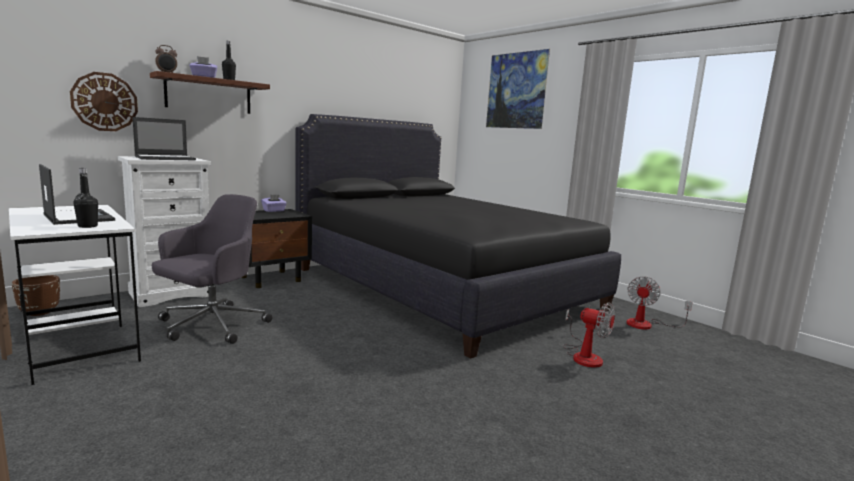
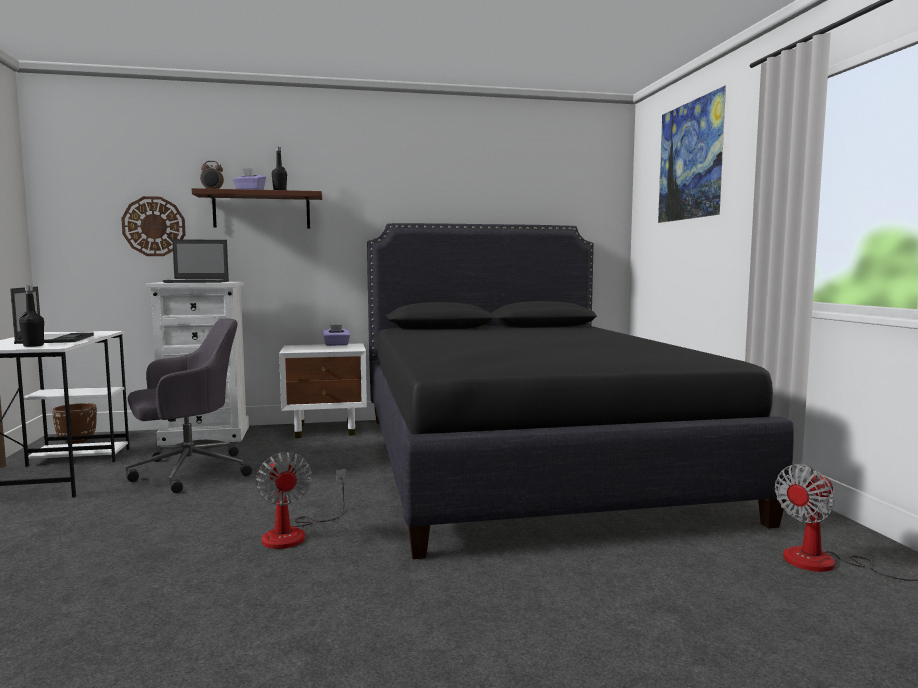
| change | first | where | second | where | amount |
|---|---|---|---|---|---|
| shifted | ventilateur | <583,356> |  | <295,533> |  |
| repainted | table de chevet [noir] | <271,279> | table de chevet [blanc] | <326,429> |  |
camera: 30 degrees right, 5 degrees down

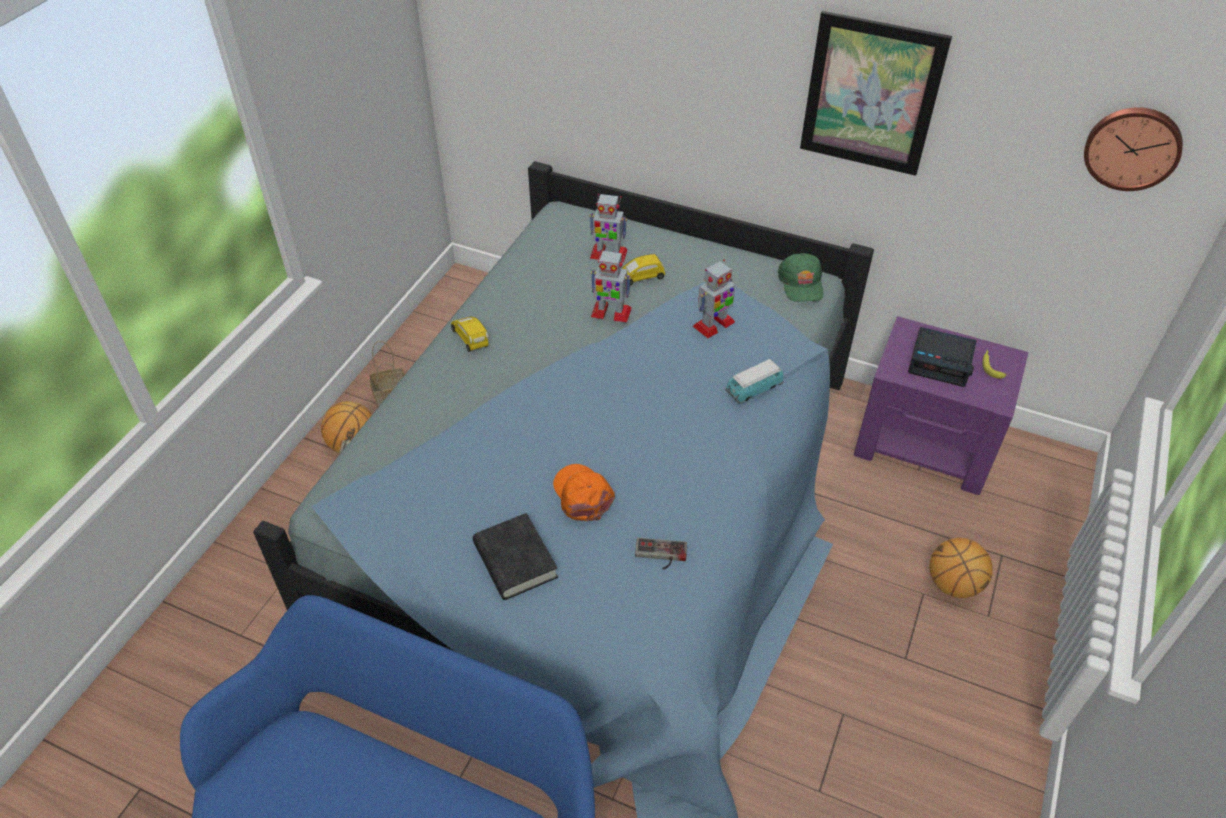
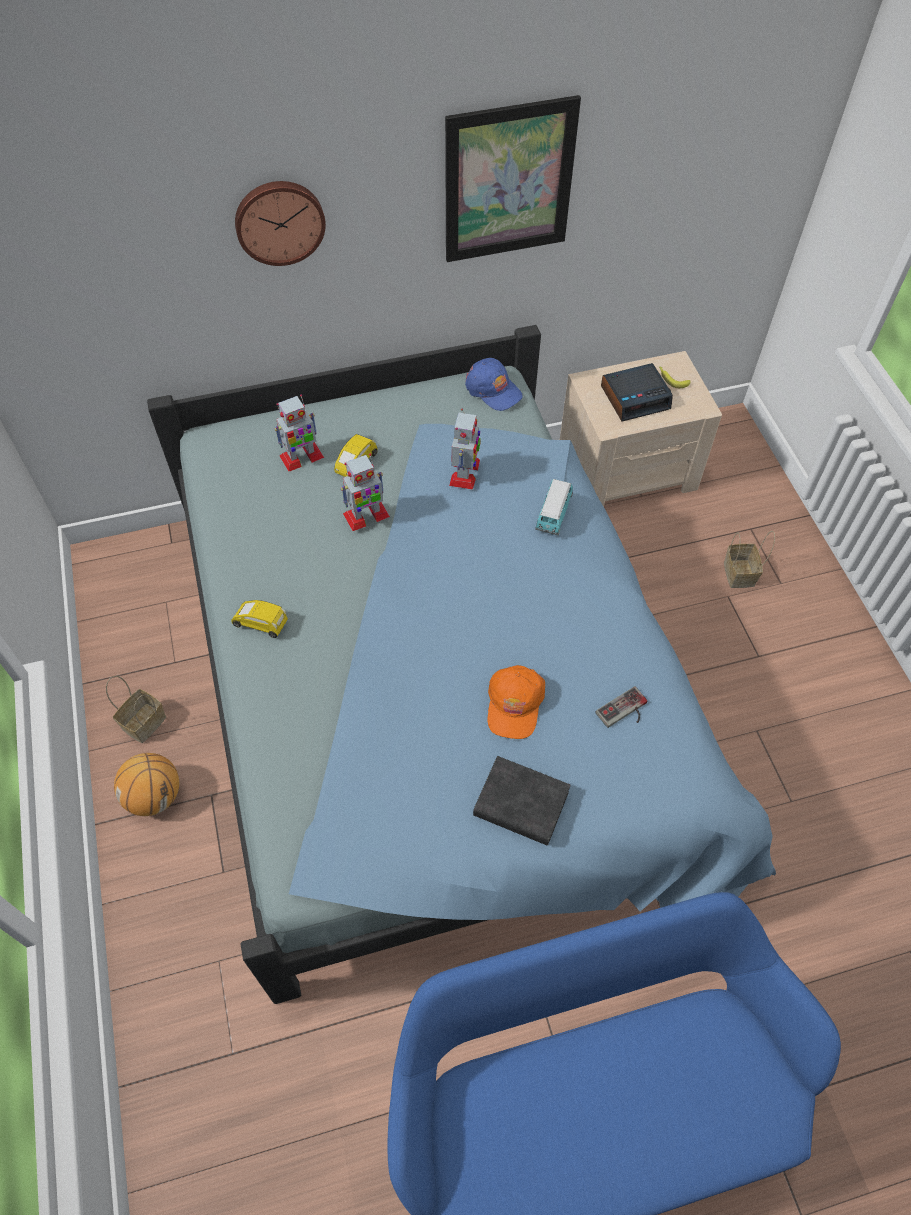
| change | first | where | second | where | amount |
|---|---|---|---|---|---|
| shifted | horloge murale | <1132,147> |  | <279,221> |  |
| swapped | ballon de basket | <953,584> | panier | <740,574> |  |
| repainted | casquette [vert] | <801,283> | casquette [bleu] | <493,389> |  |
| repainted | table de chevet [violet] | <926,443> | table de chevet [beige] | <628,469> |  |
| rotated | casquette [orange] | <582,495> |  | <514,704> | 105 degrees counterclockwise |
camera: 40 degrees left, 10 degrees up

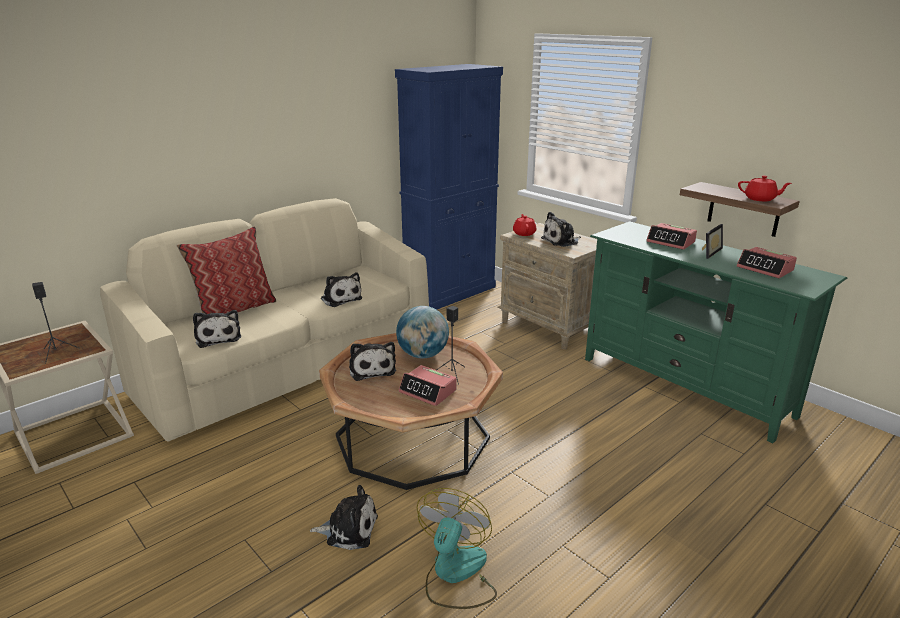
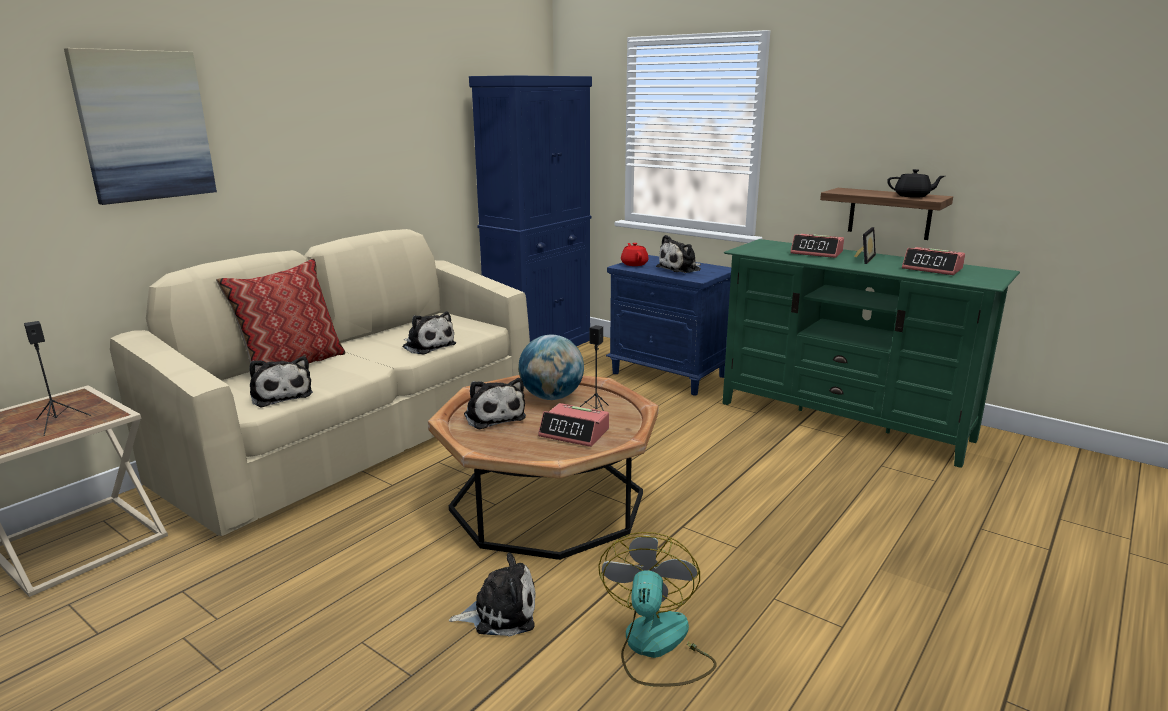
| change | first | where | second | where | amount |
|---|---|---|---|---|---|
| new |  |  | tableau | <144,126> |  |
| repainted | table de chevet [beige] | <550,327> | table de chevet [bleu] | <670,375> |  |
| repainted | théière [rouge] | <760,199> | théière [noir] | <913,196> |  |
camera: 10 degrees left, 5 degrees down

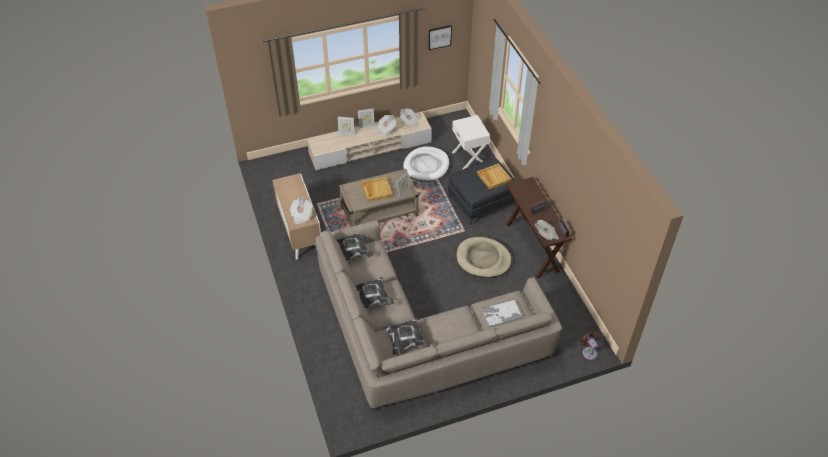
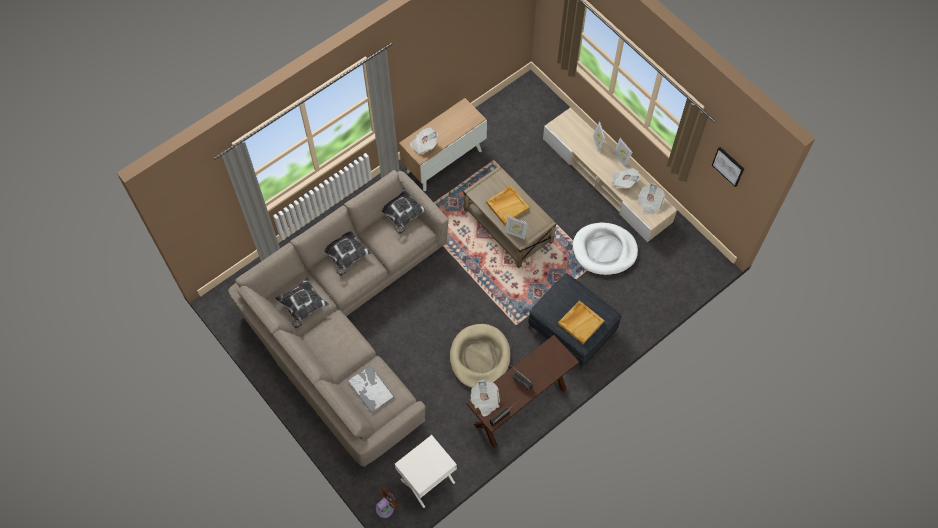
| change | first | where | second | where | amount |
|---|---|---|---|---|---|
| shifted | table de chevet [blanc] | <469,158> |  | <428,481> |  |
camera: 70 degrees right, 15 degrees up

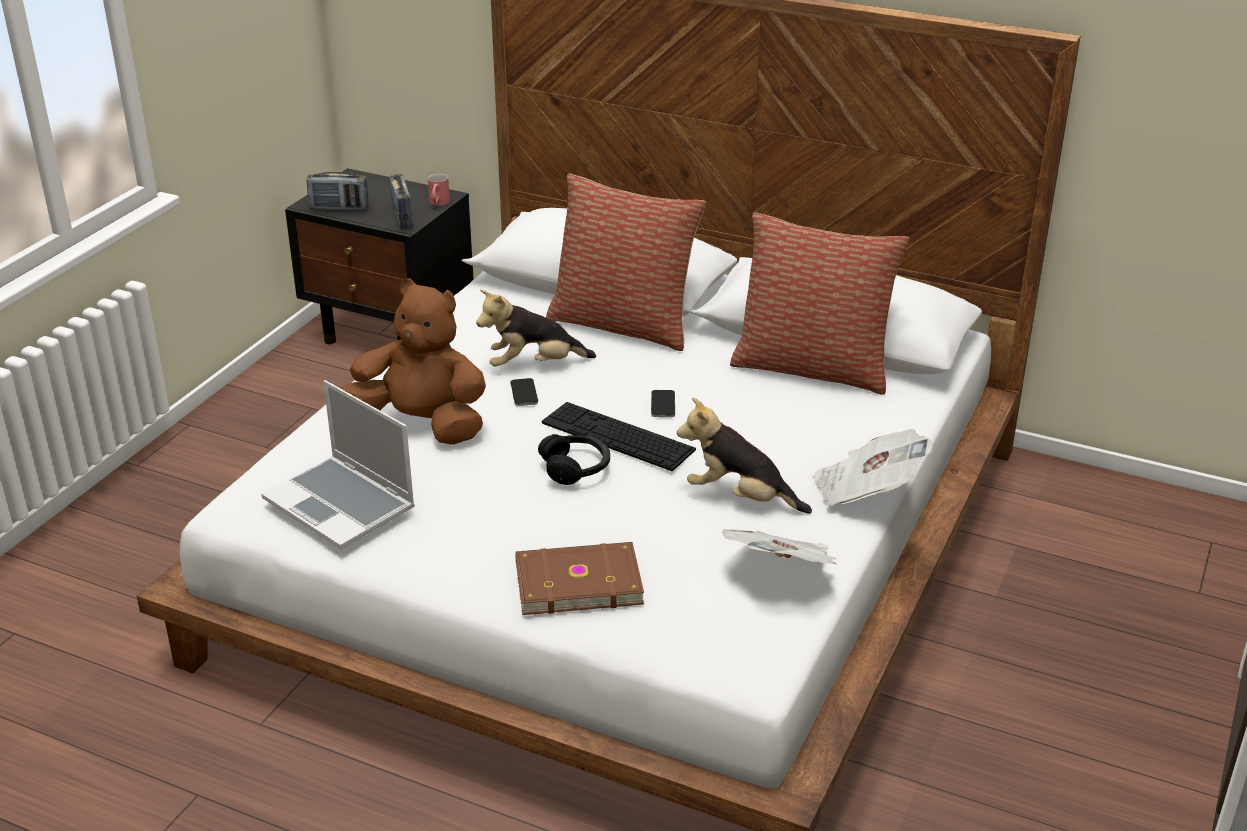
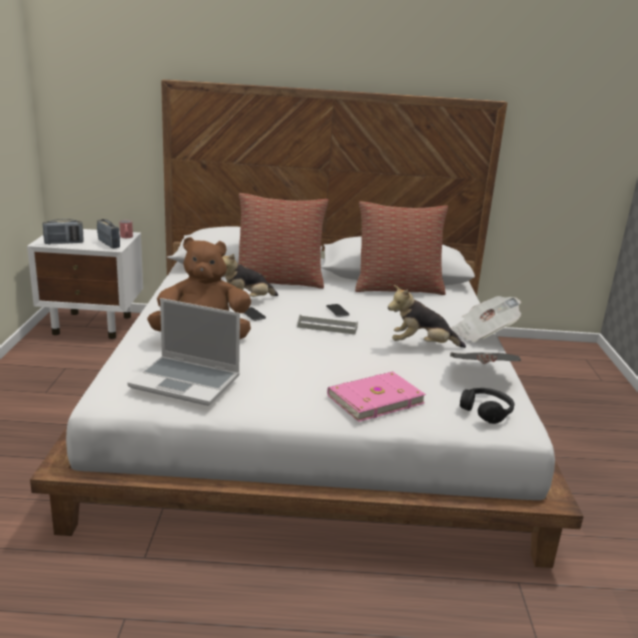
| change | first | where | second | where | amount |
|---|---|---|---|---|---|
| shifted | casque audio [noir] | <576,468> |  | <486,411> |  |
| swapped | clavier | <617,436> | plateau [gris] | <327,327> |  |
| repainted | table de chevet [noir] | <392,332> | table de chevet [blanc] | <94,325> |  |
| repainted | livre [marron] | <577,581> | livre [rose] | <374,399> |  |
camera: 25 degrees left, 10 degrees down

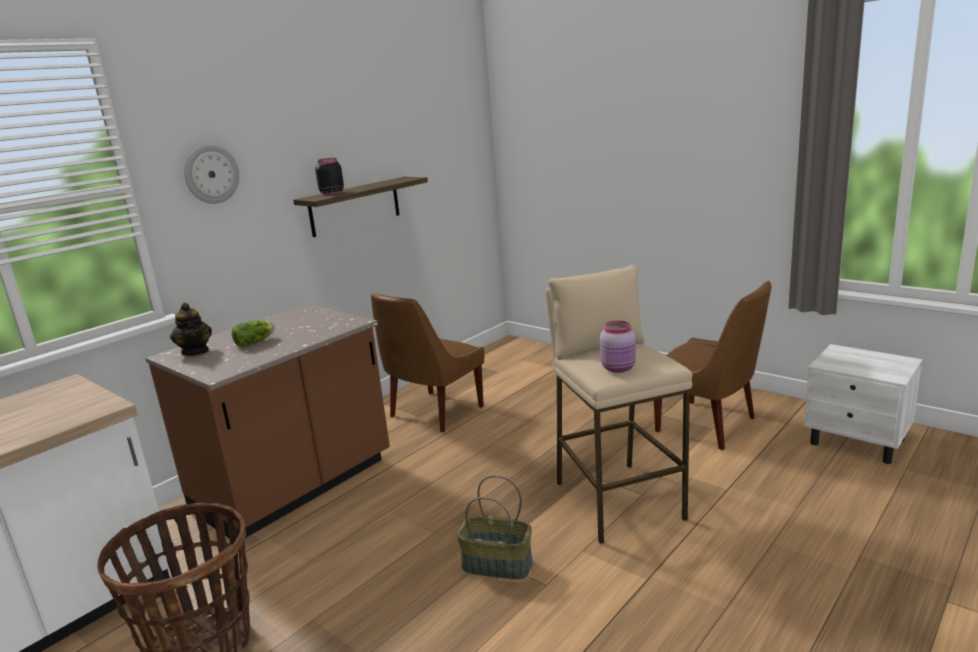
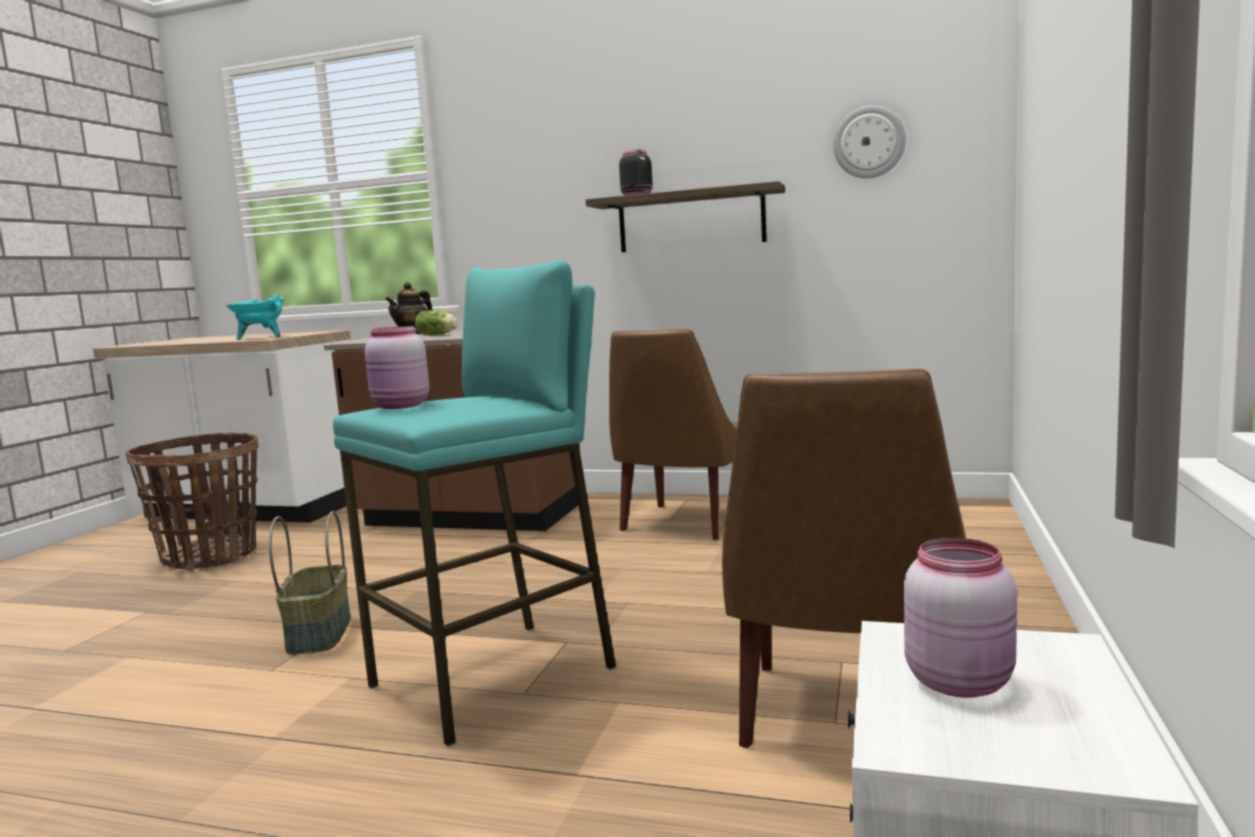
| change | first | where | second | where | amount |
|---|---|---|---|---|---|
| new |  |  | marmite [turquoise] | <261,338> |  |
| new |  |  | bocal [rose] | <960,681> |  |
| shifted | horloge murale | <211,174> |  | <869,142> |  |
| repainted | tabouret [beige] | <618,500> | tabouret [turquoise] | <496,677> |  |
| rotated | chaise [marron] | <434,413> |  | <684,523> | 75 degrees counterclockwise |
camera: 65 degrees right, 10 degrees down

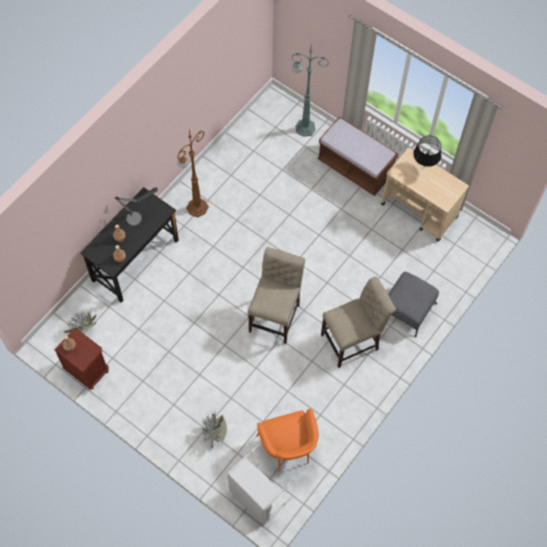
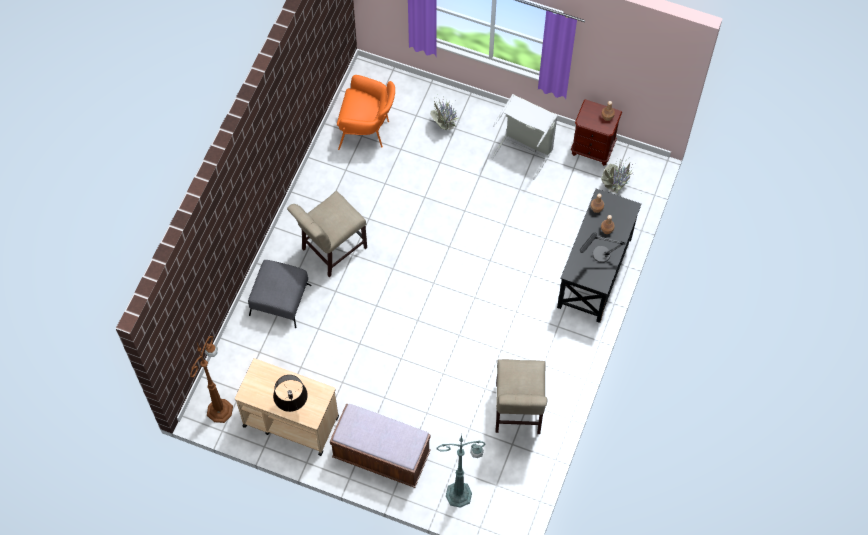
| change | first | where | second | where | amount |
|---|---|---|---|---|---|
| shifted | lampadaire [marron] | <196,208> |  | <220,409> |  |
| shifted | panier à linge [gris] | <256,498> |  | <525,149> |  |
| shifted | chaise [beige] | <276,315> |  | <517,412> |  |
| rotated | fauteuil [orange] | <288,450> |  | <367,131> | 135 degrees clockwise |
camera: 165 degrees right, 0 degrees up

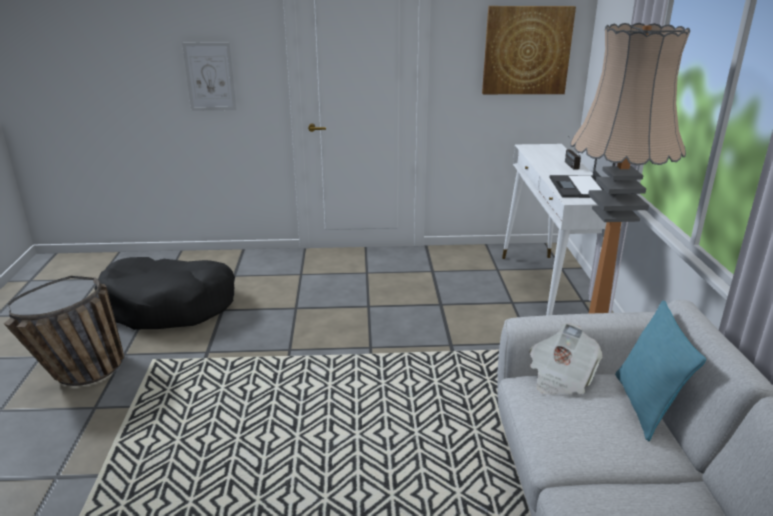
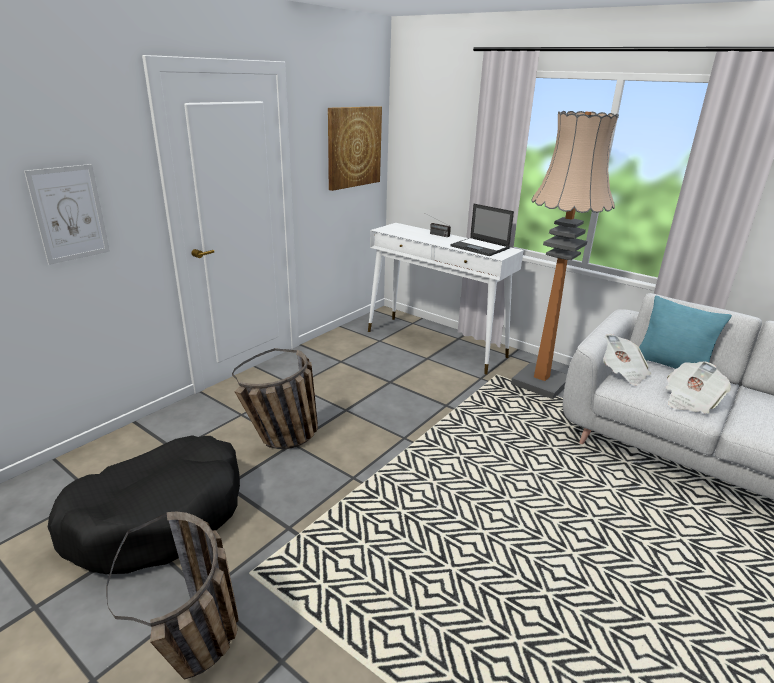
| change | first | where | second | where | amount |
|---|---|---|---|---|---|
| new |  |  | panier | <284,441> |  |
| new |  |  | journal | <690,400> |  |
camera: 50 degrees left, 0 degrees up

